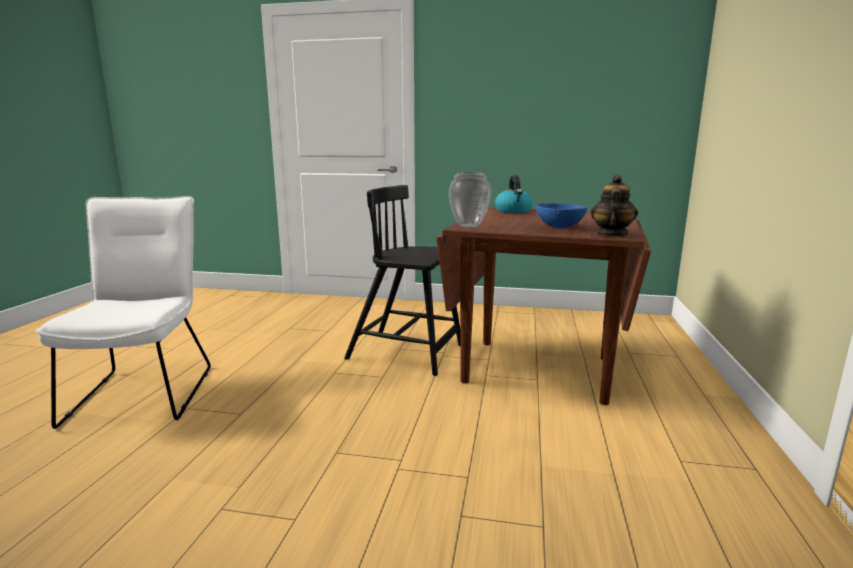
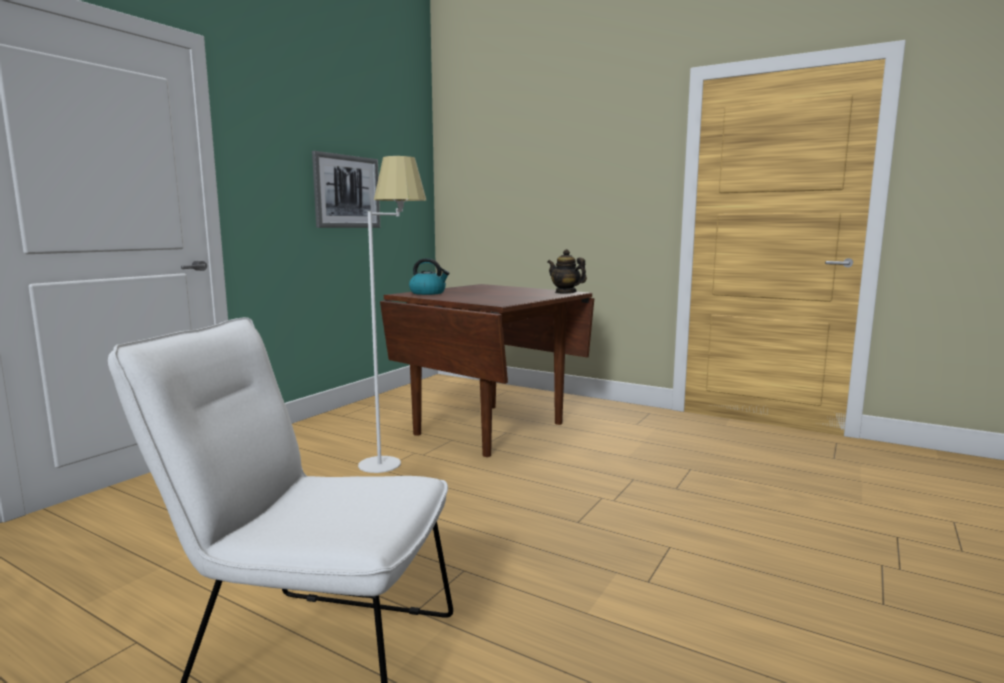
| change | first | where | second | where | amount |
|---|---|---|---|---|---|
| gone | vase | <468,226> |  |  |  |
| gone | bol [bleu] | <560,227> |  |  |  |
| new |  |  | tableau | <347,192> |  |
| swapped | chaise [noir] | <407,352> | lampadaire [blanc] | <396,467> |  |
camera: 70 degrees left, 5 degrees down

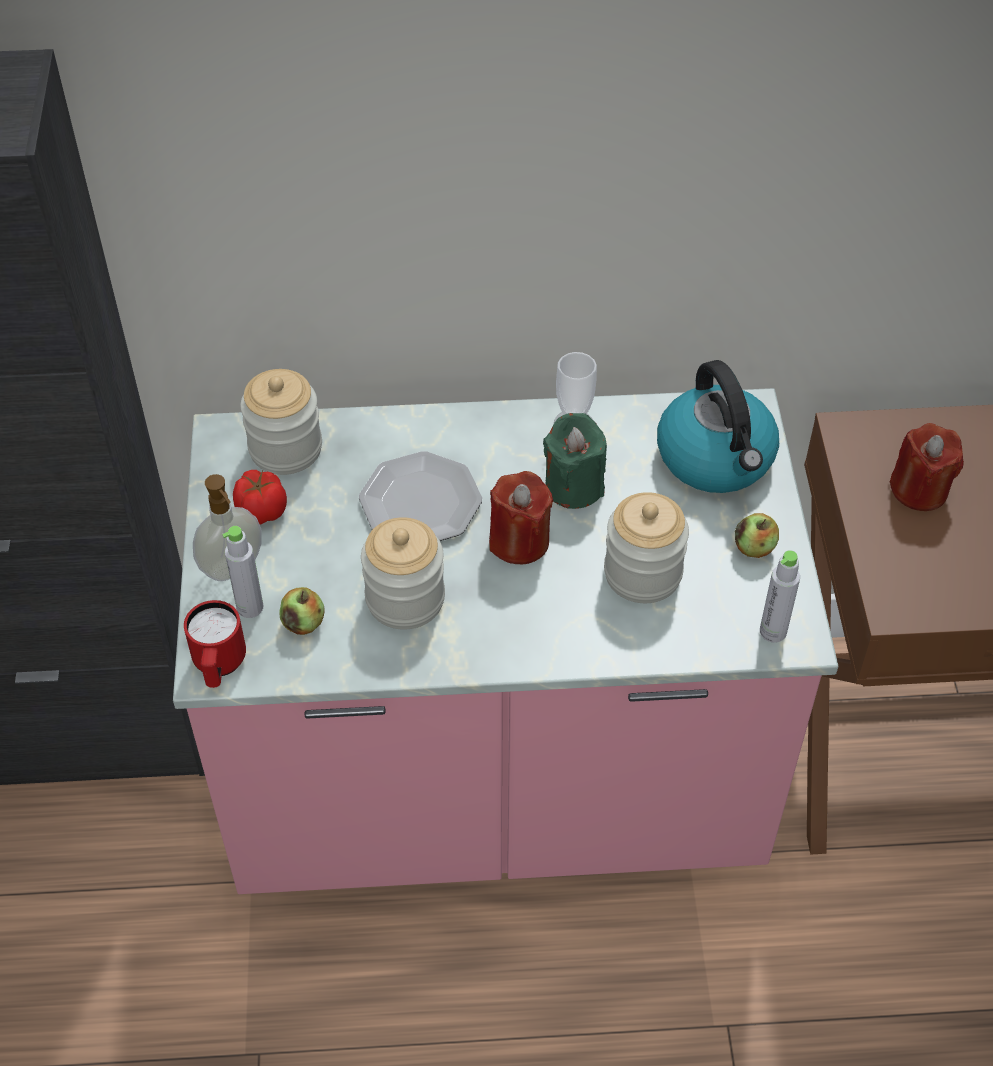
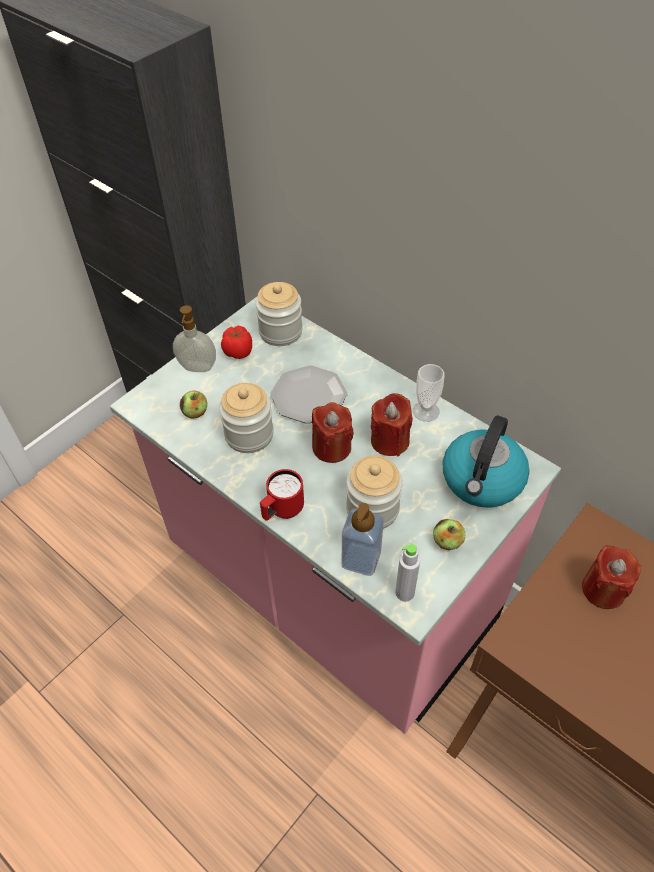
| change | first | where | second | where | amount |
|---|---|---|---|---|---|
| gone | bouteille [gris] | <250,607> |  |  |  |
| new |  |  | distributeur de savon | <361,559> |  |
| shifted | mug [rouge] | <219,667> |  | <282,511> |  |
| repainted | bougie [vert] | <574,486> | bougie [rouge] | <390,441> |  |
camera: 45 degrees right, 0 degrees up

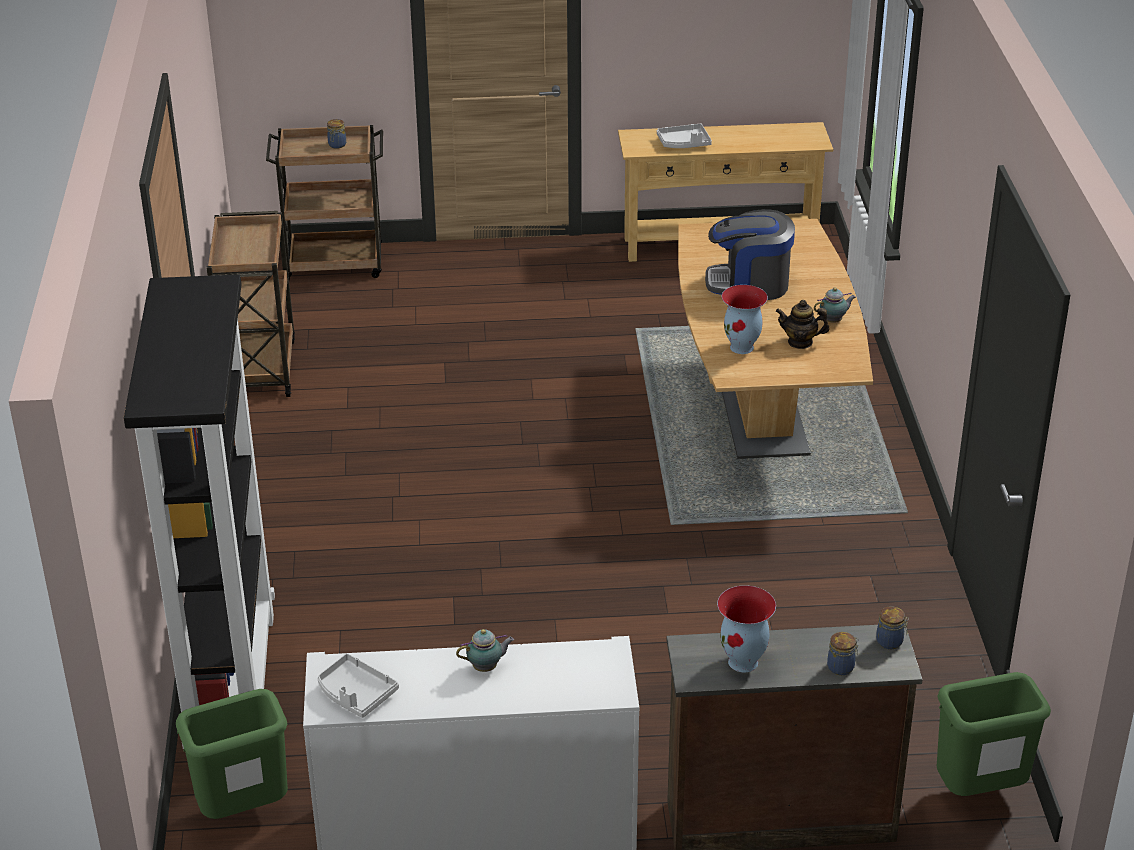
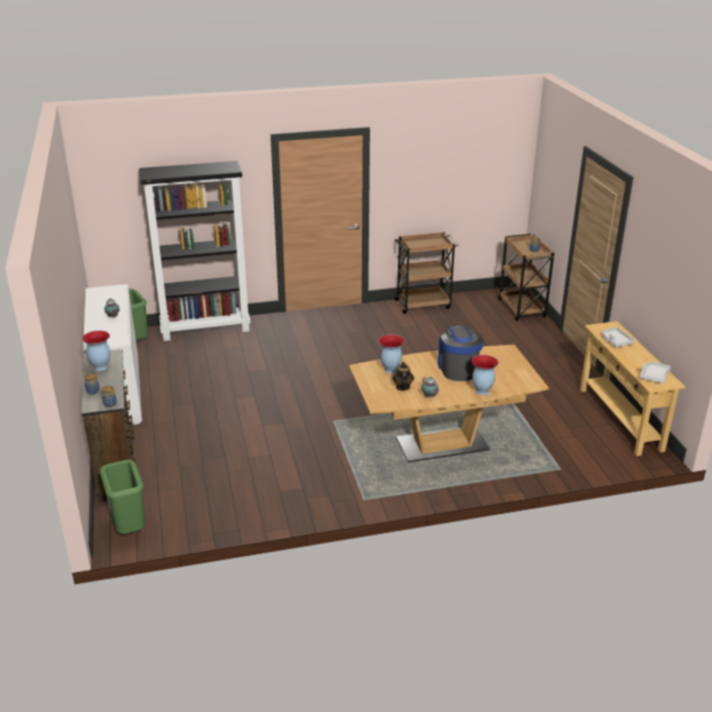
| change | first | where | second | where | amount |
|---|---|---|---|---|---|
| new |  |  | vase | <481,391> |  |
| shifted | plateau [gris] | <355,694> |  | <654,376> |  |
camera: 80 degrees right, 5 degrees down

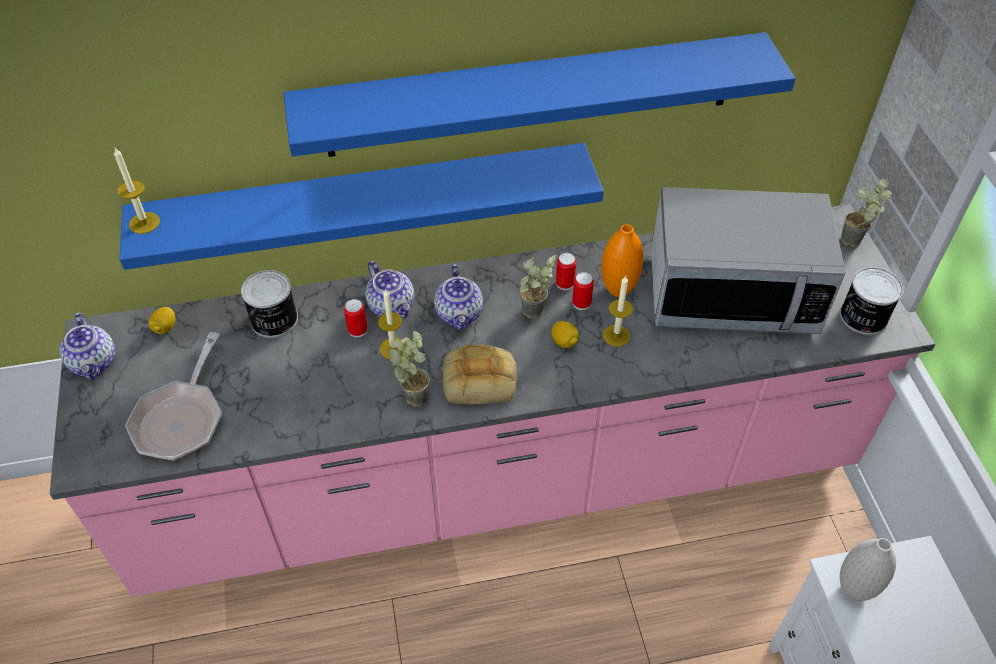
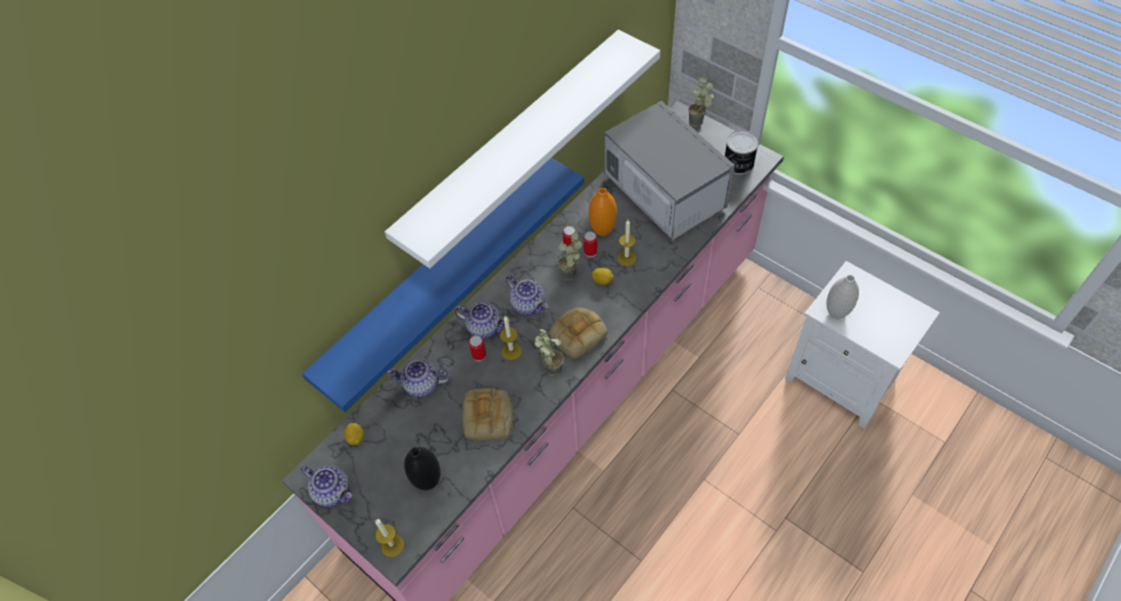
| change | first | where | second | where | amount |
|---|---|---|---|---|---|
| new |  |  | pain | <488,417> |  |
| shifted | bougie | <144,223> |  | <392,545> |  |
| swapped | poêle | <181,418> | vase [noir] | <428,481> |  |
| swapped | boîte métallique | <274,320> | théière | <421,385> |  |
| repainted | étagère [bleu] | <531,95> | étagère [blanc] | <513,143> |  |
| rotated | micro-ondes | <732,293> |  | <663,193> | 90 degrees counterclockwise |
camera: 35 degrees left, 5 degrees up

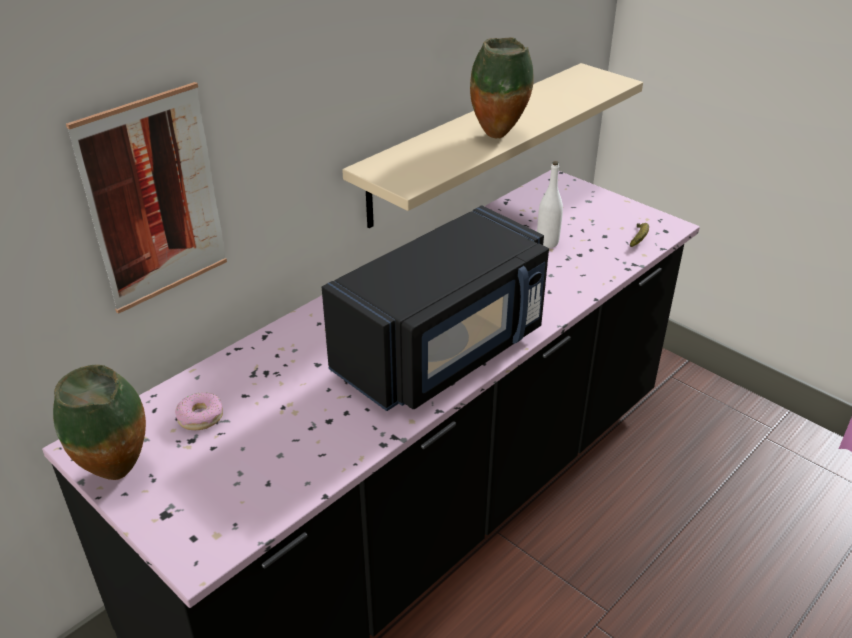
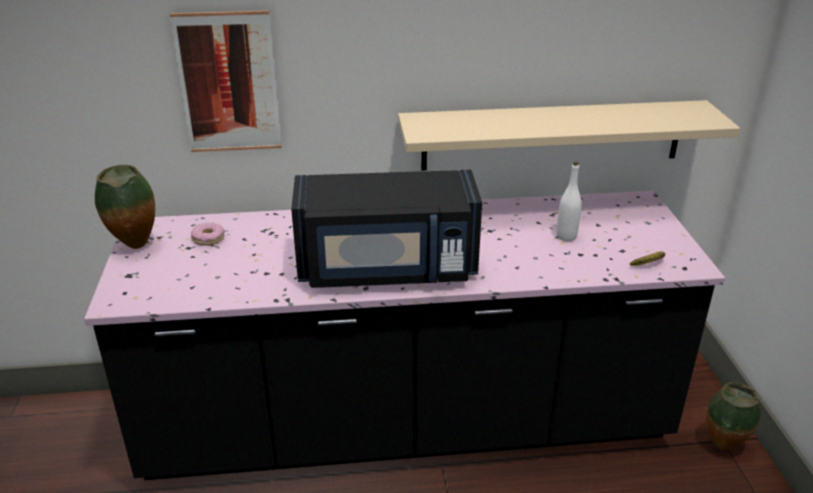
| change | first | where | second | where | amount |
|---|---|---|---|---|---|
| shifted | vase | <499,136> |  | <724,447> |  |
camera: 40 degrees right, 5 degrees down

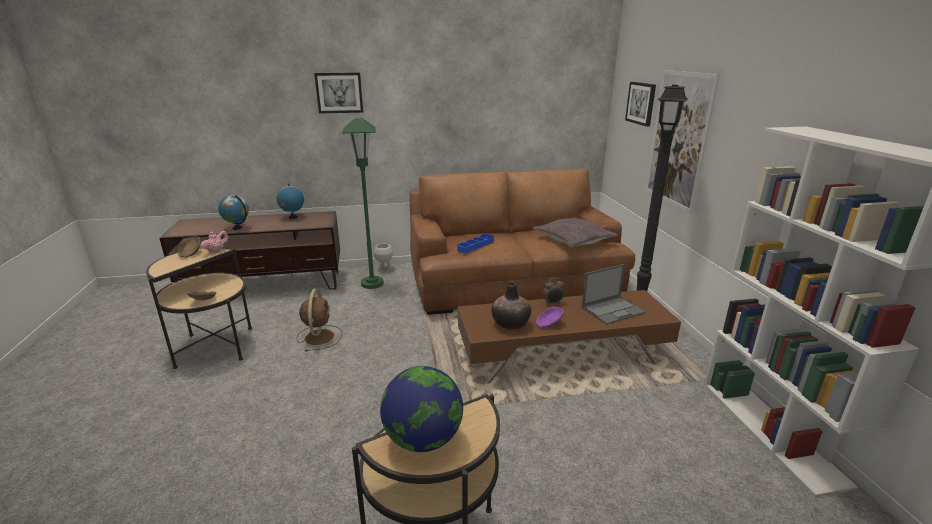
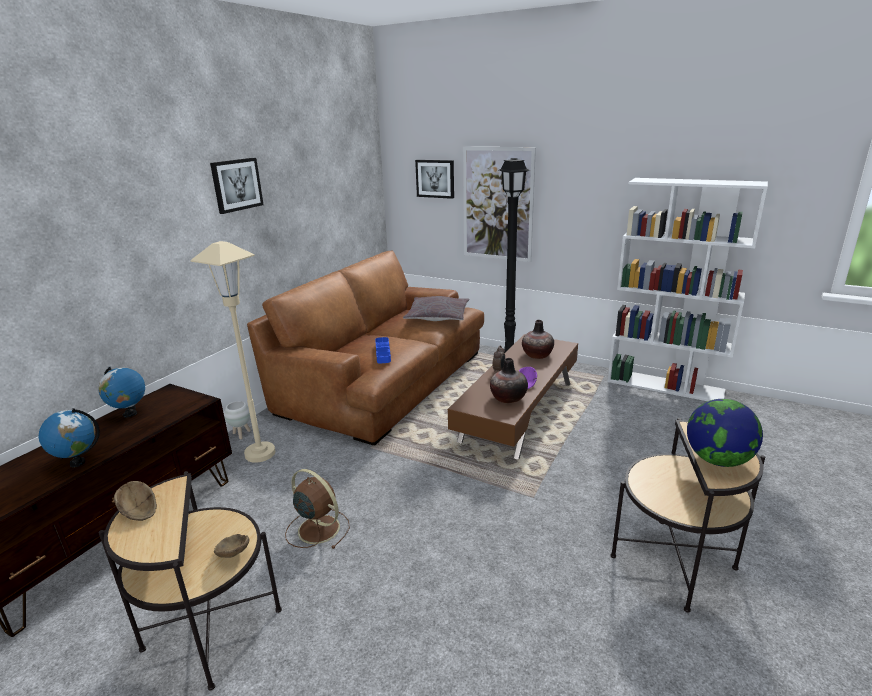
| change | first | where | second | where | amount |
|---|---|---|---|---|---|
| gone | théière [rose] | <216,251> |  |  |  |
| shifted | tableau | <339,92> |  | <236,185> |  |
| swapped | ordinateur portable | <613,310> | vase | <537,355> |  |
| repainted | lampadaire [vert] | <372,283> | lampadaire [beige] | <260,453> |  |
camera: 50 degrees left, 0 degrees up

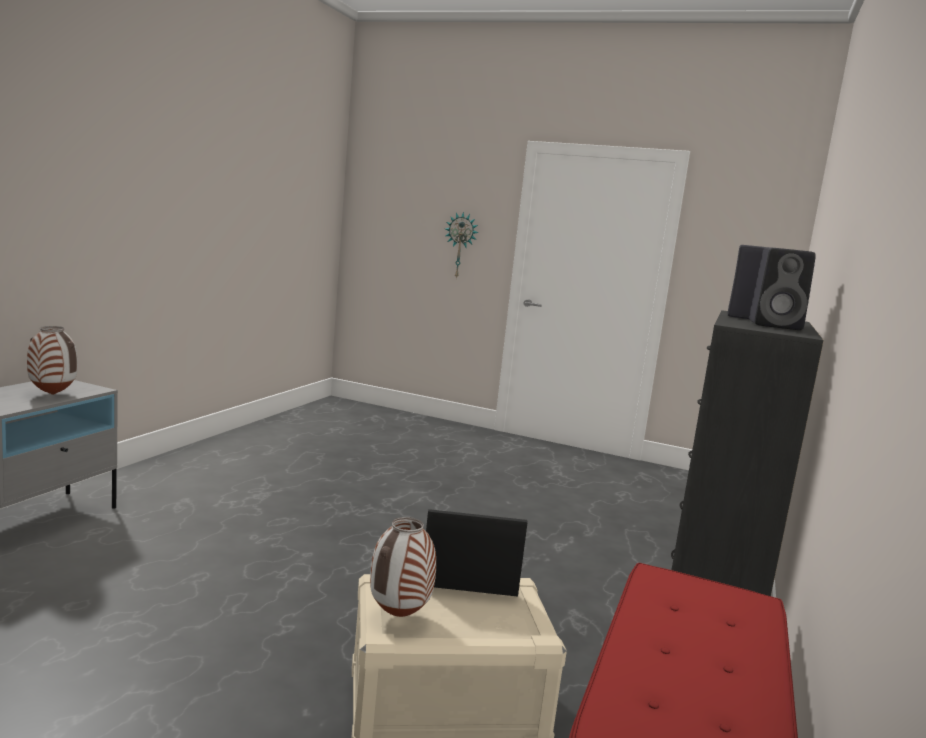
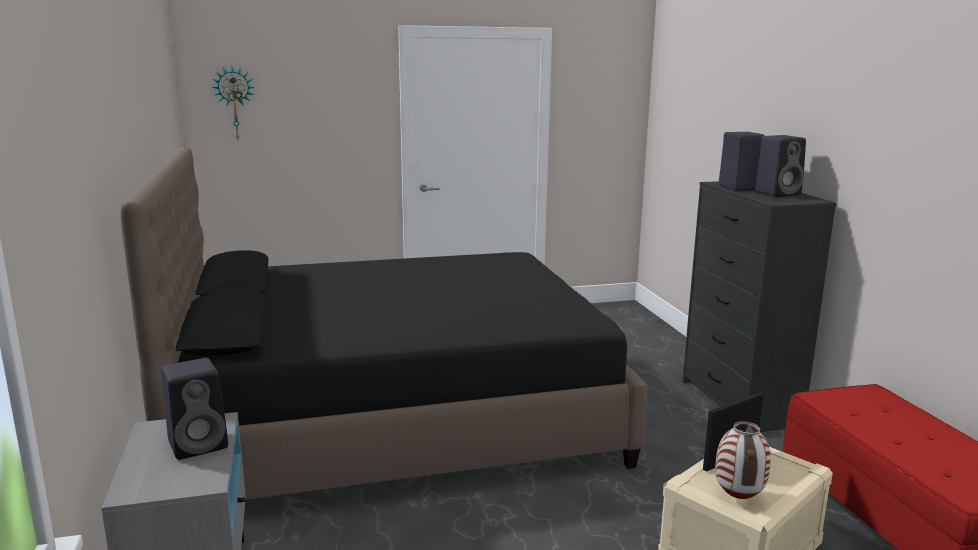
| change | first | where | second | where | amount |
|---|---|---|---|---|---|
| new |  |  | lit [noir] | <394,417> |  |
| shifted | horloge murale | <460,245> |  | <235,103> |  |
| swapped | vase | <54,394> | enceinte [noir] | <200,444> |  |
camera: 35 degrees left, 5 degrees up

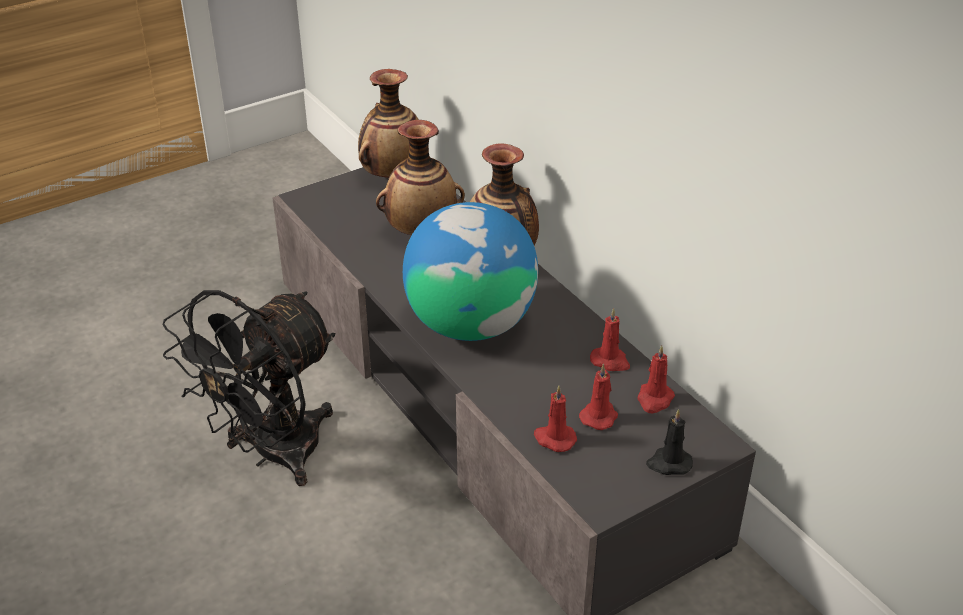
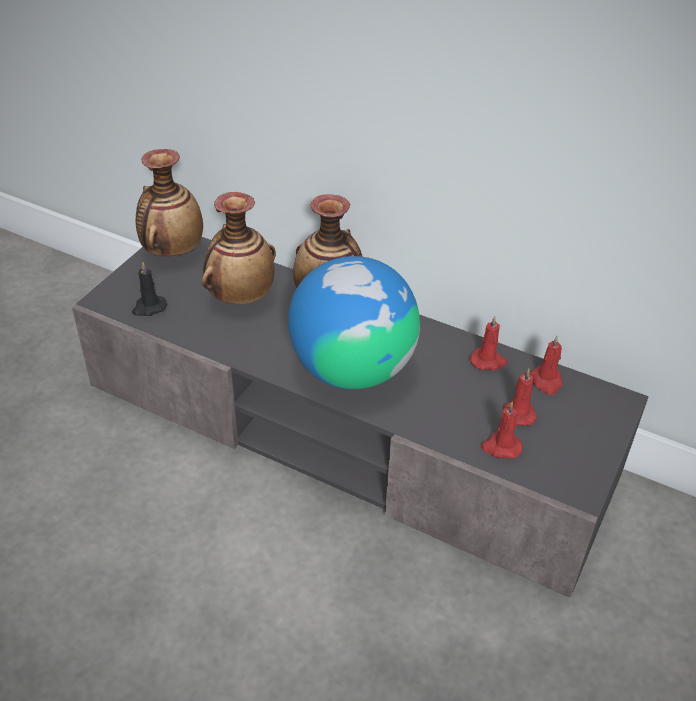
| change | first | where | second | where | amount |
|---|---|---|---|---|---|
| gone | ventilateur [noir] | <272,455> |  |  |  |
| shifted | bougie [noir] | <668,463> |  | <149,307> |  |
camera: 30 degrees left, 5 degrees up

